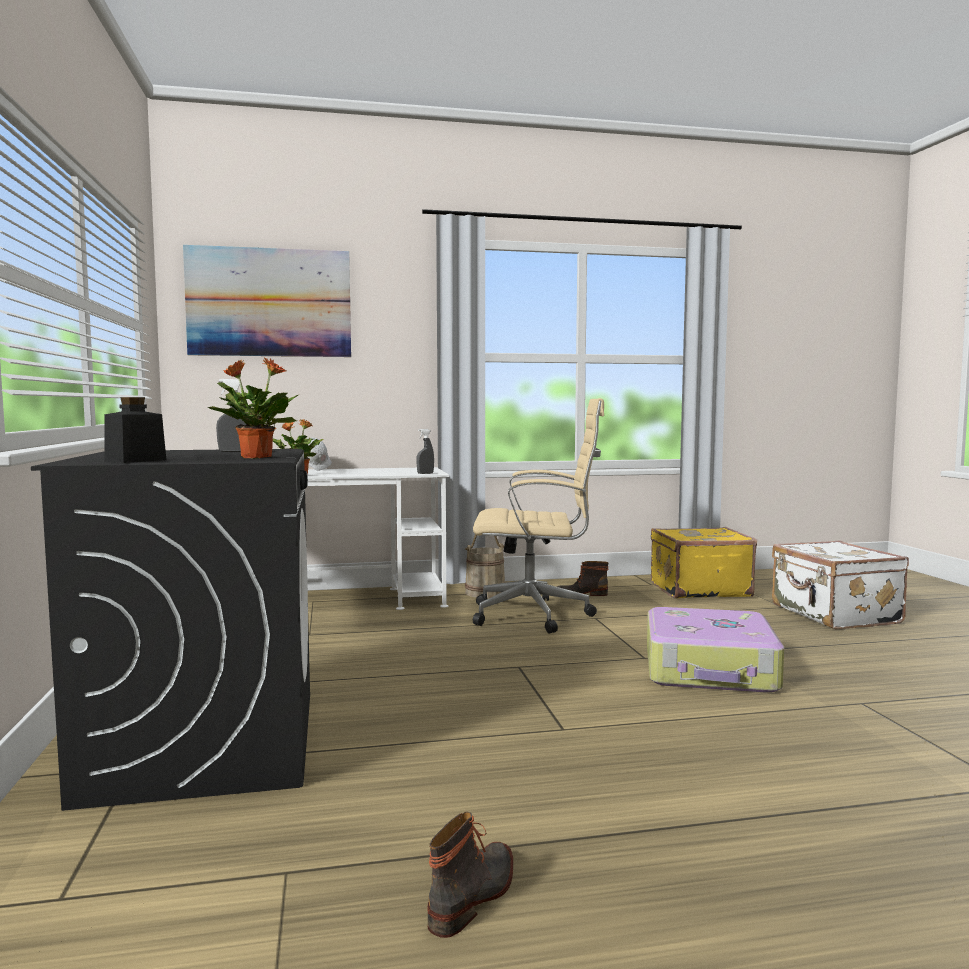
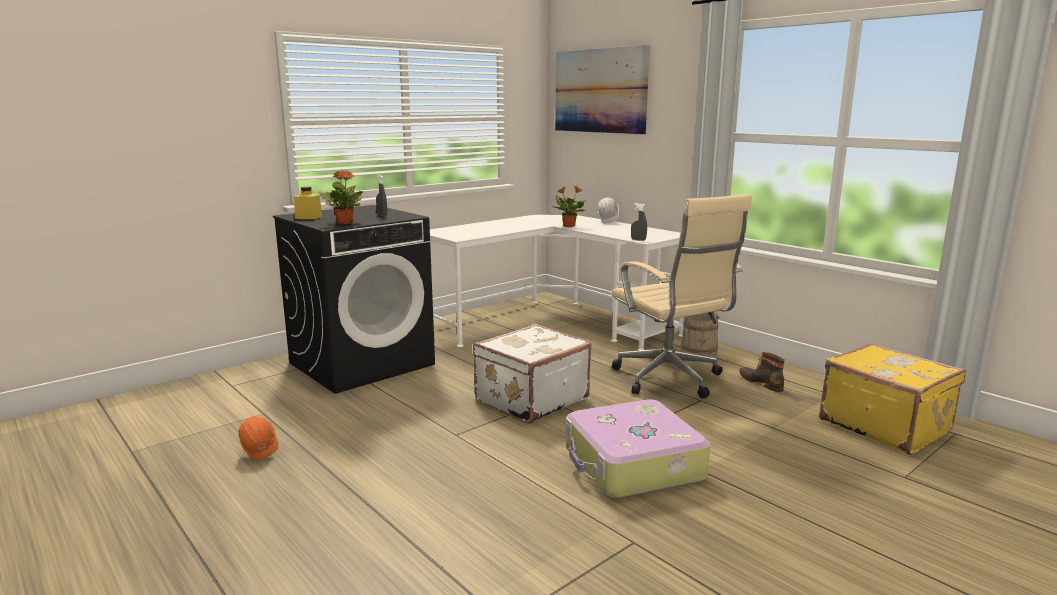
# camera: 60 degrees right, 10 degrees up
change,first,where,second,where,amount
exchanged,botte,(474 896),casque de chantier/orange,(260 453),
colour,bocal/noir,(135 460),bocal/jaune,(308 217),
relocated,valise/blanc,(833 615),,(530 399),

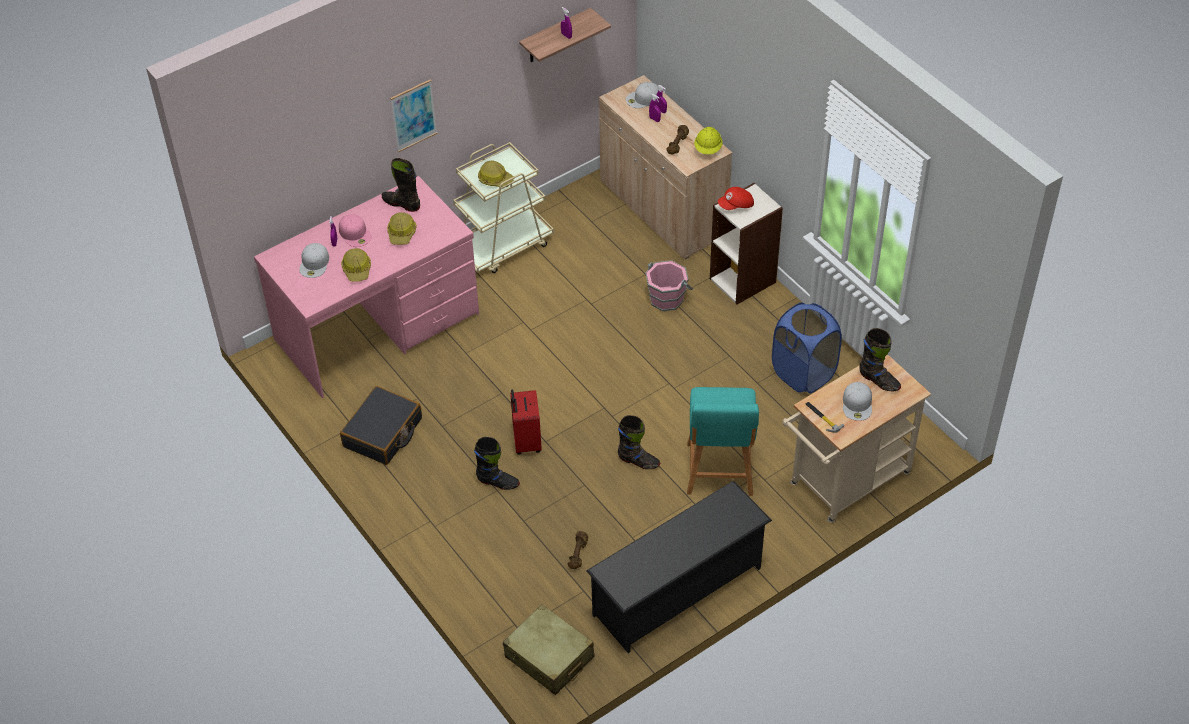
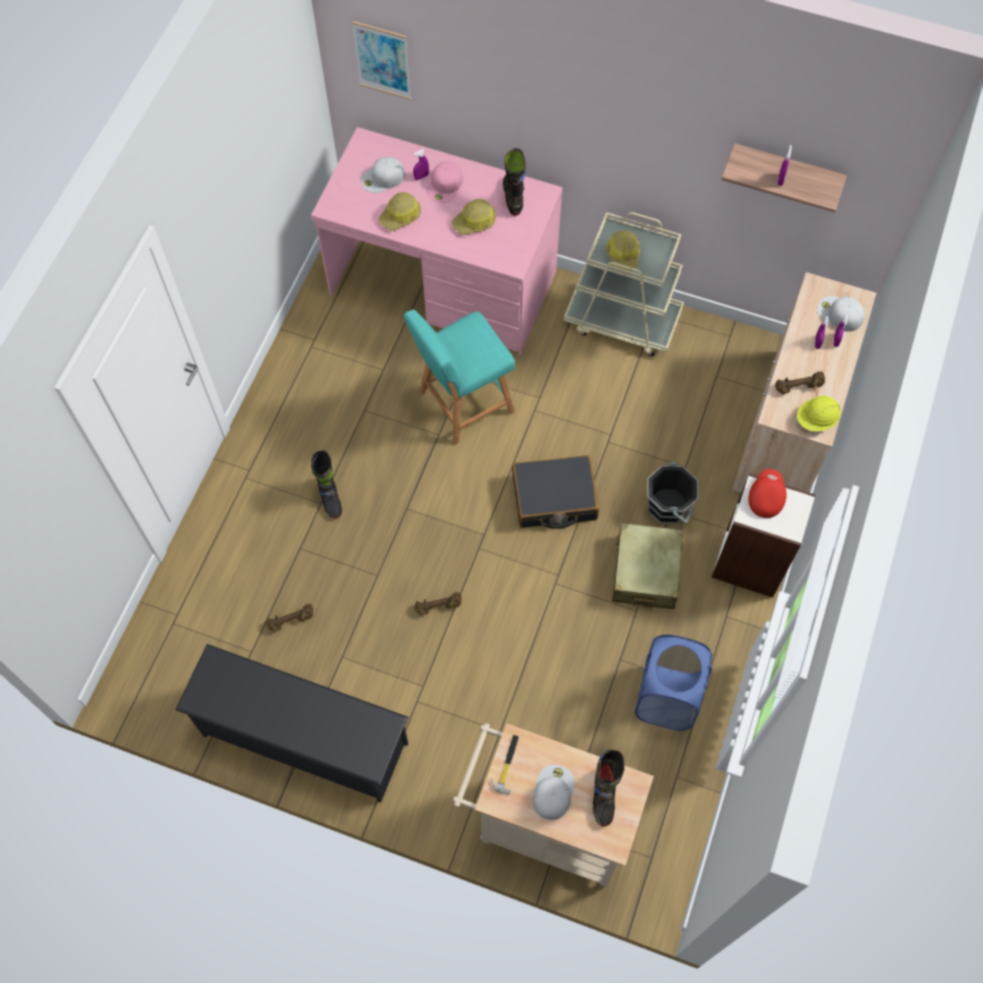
# camera: 55 degrees right, 15 degrees up
change,first,where,second,where,amount
relocated,tableau,(413 115),,(382 60),
relocated,tabouret/turquoise,(719 472),,(462 404),
exchanged,botte/noir,(638 461),haltère/marron,(438 606),
relocated,valise/noir,(383 433),,(554 498),
spun,casquette/blanc,(857 404),,(552 791),135 degrees clockwise
relocated,valise/beige,(549 657),,(645 572),
colour,seau/rose,(666 298),seau/noir,(668 505),
spun,casquette/rouge,(736 205),,(765 497),75 degrees clockwise
missing,valise/rouge,(526 442),,,

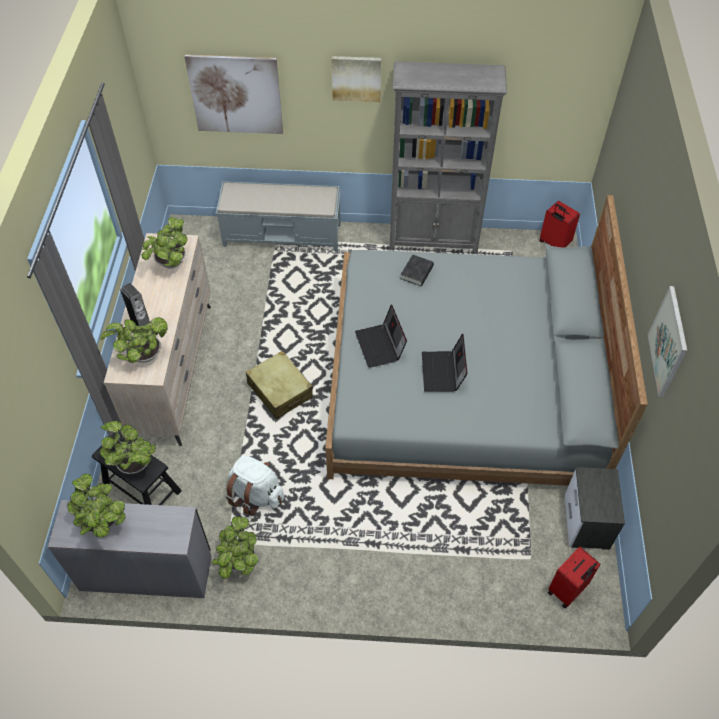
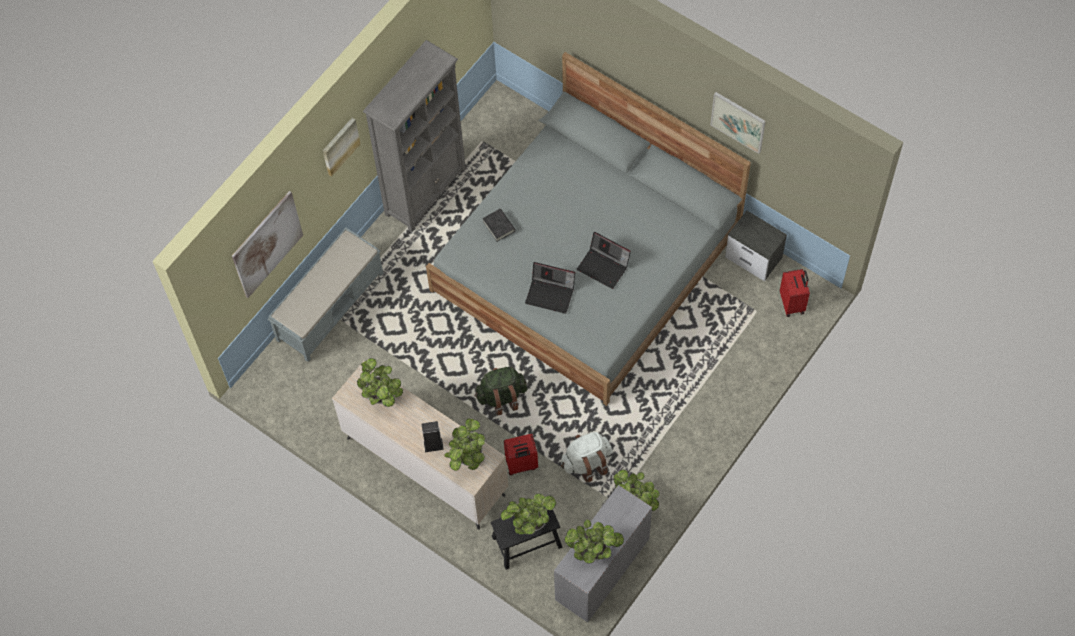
# camera: 55 degrees left, 10 degrees up
change,first,where,second,where,amount
exchanged,valise/beige,(280 390),sac à dos/vert,(501 396),
relocated,valise/rouge,(554 243),,(521 465),

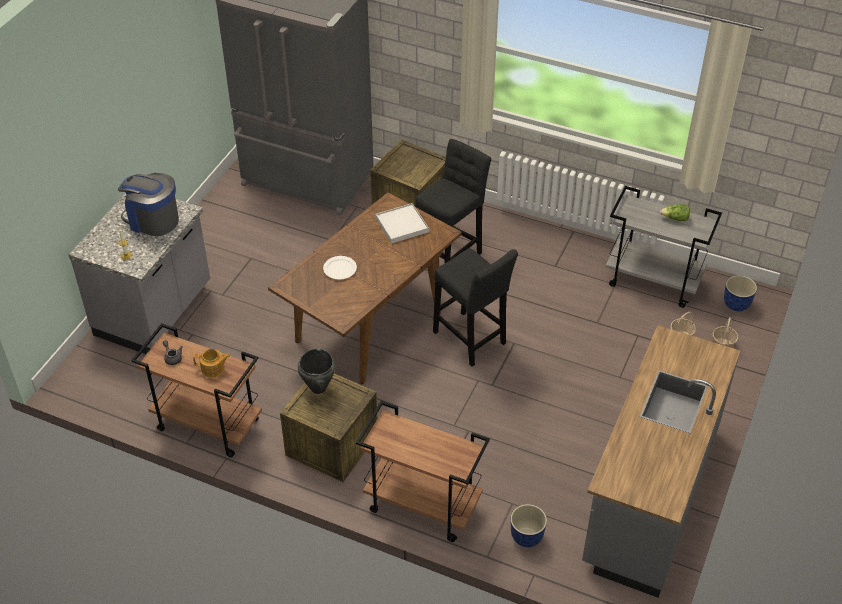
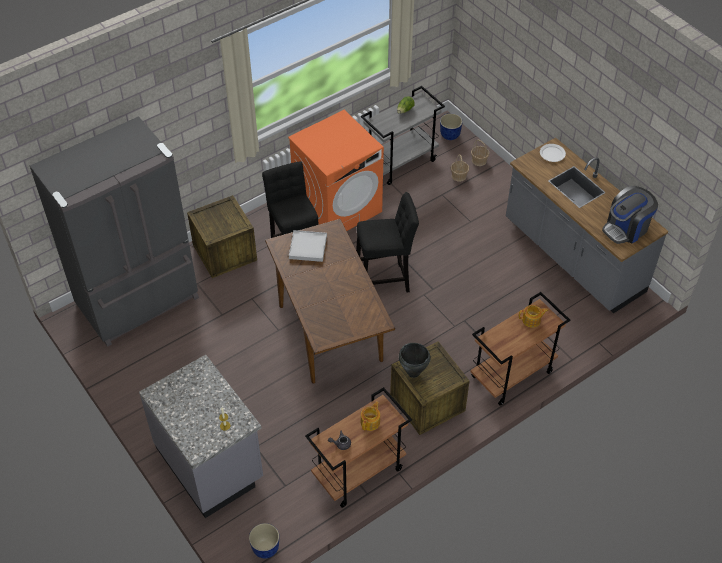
# camera: 60 degrees left, 5 degrees up
change,first,where,second,where,amount
relocated,cache-pot,(526 536),,(265 548),
appeared,,,lave-linge/orange,(338 207),
appeared,,,théière,(531 320),
relocated,assiette/blanc,(340 269),,(552 154),
relocated,machine à café,(152 220),,(626 228),

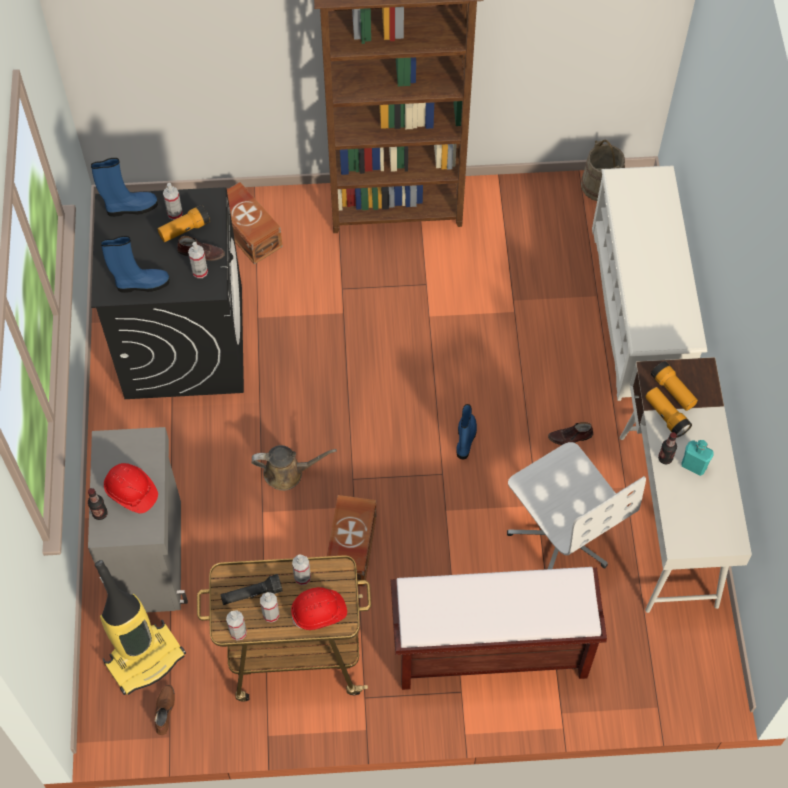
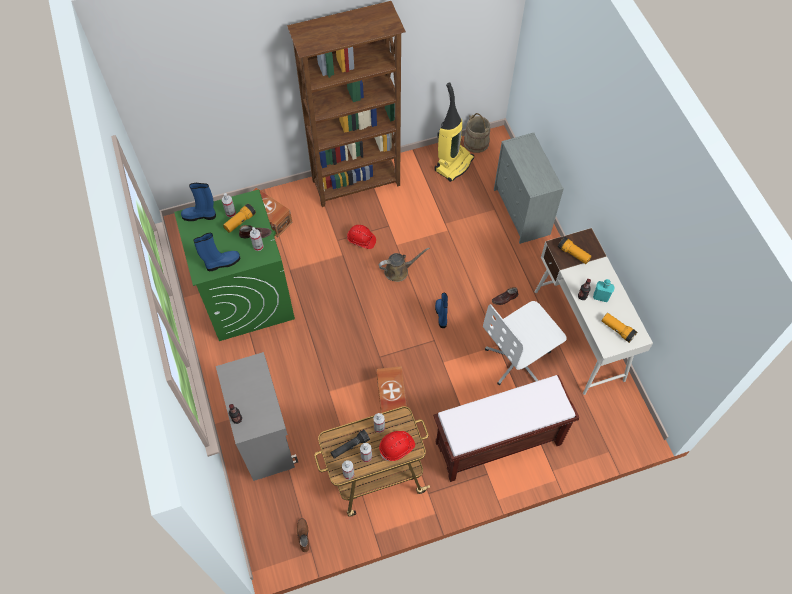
# camera: 15 degrees left, 0 degrees up
change,first,where,second,where,amount
colour,lave-linge/noir,(183 341),lave-linge/vert,(246 295),
spun,botte/bleu,(130 208),,(200 216),150 degrees counterclockwise
relocated,casque de chantier/rouge,(131 492),,(361 240),
relocated,arrosoir/marron,(287 473),,(399 271),
relocated,aspirateur,(145 658),,(453 164),
spun,chaise de bureau/blanc,(561 535),,(518 360),105 degrees clockwise
exchanged,étagère à chaussures/blanc,(639 310),commode/gris,(522 212),
relocated,lampe de poche,(666 416),,(617 330),

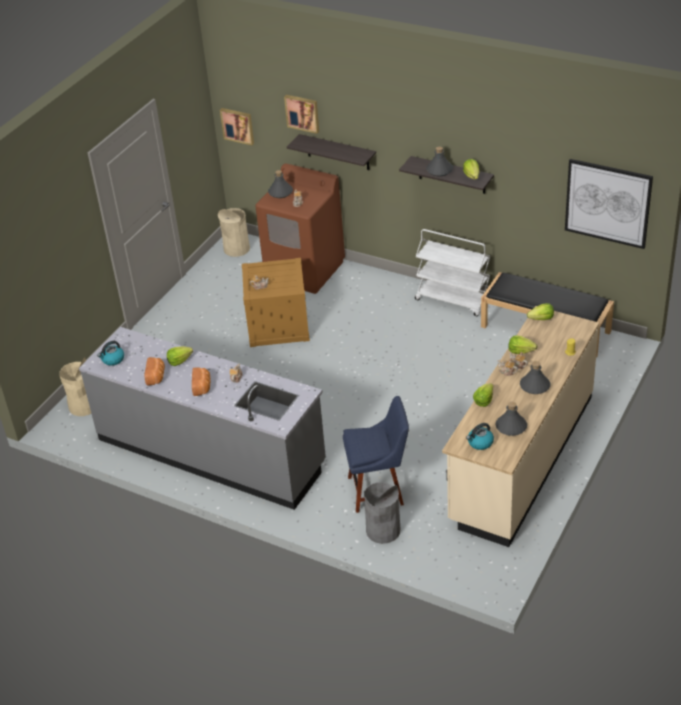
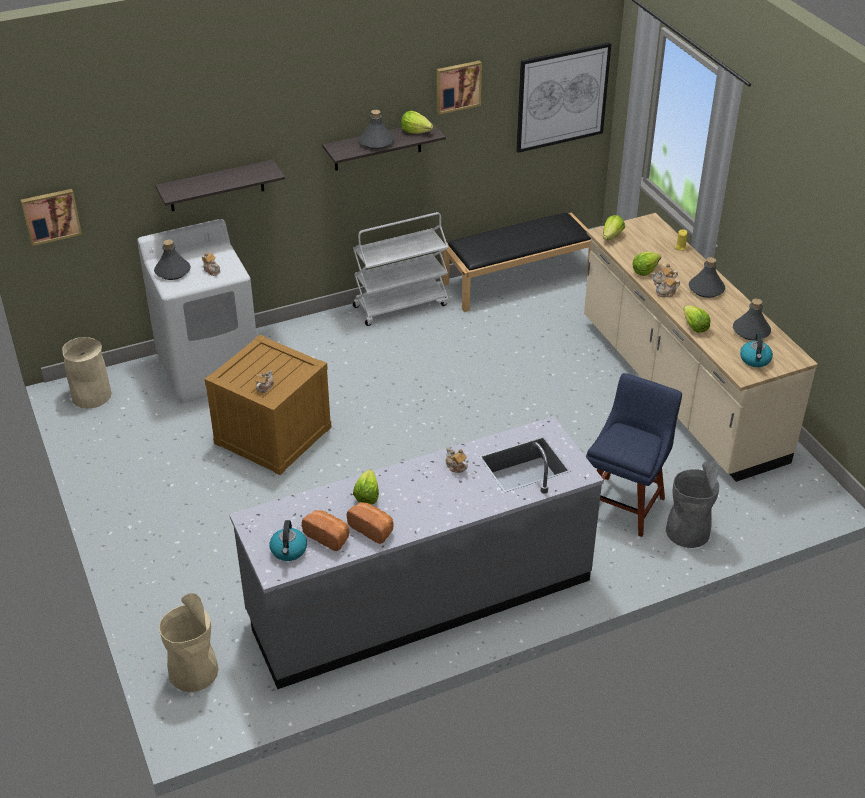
# camera: 55 degrees left, 0 degrees up
change,first,where,second,where,amount
colour,lave-linge/marron,(305 270),lave-linge/blanc,(209 369),
relocated,pain,(202 387),,(328 536),
relocated,tableau,(302 113),,(457 86),

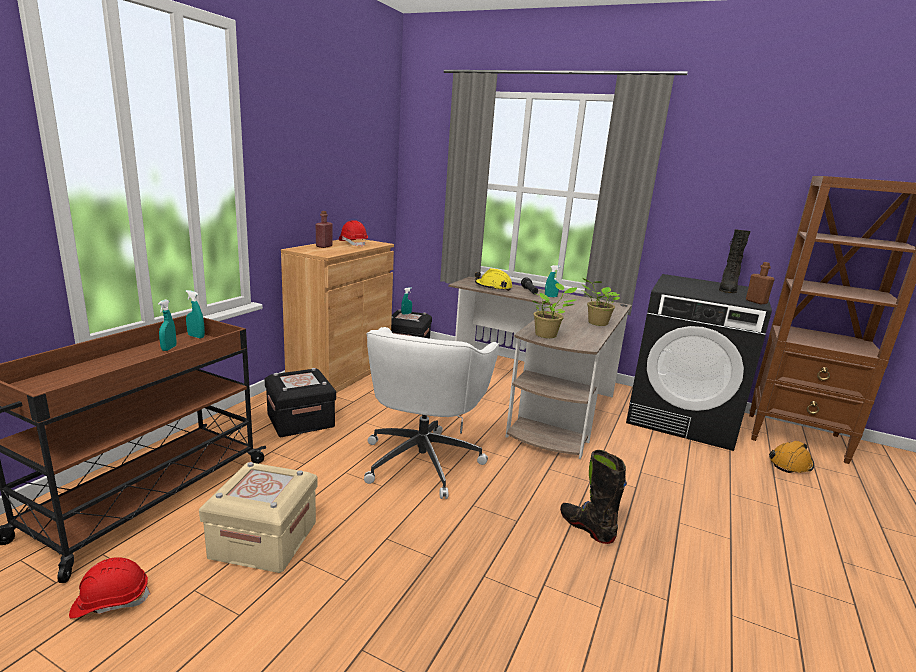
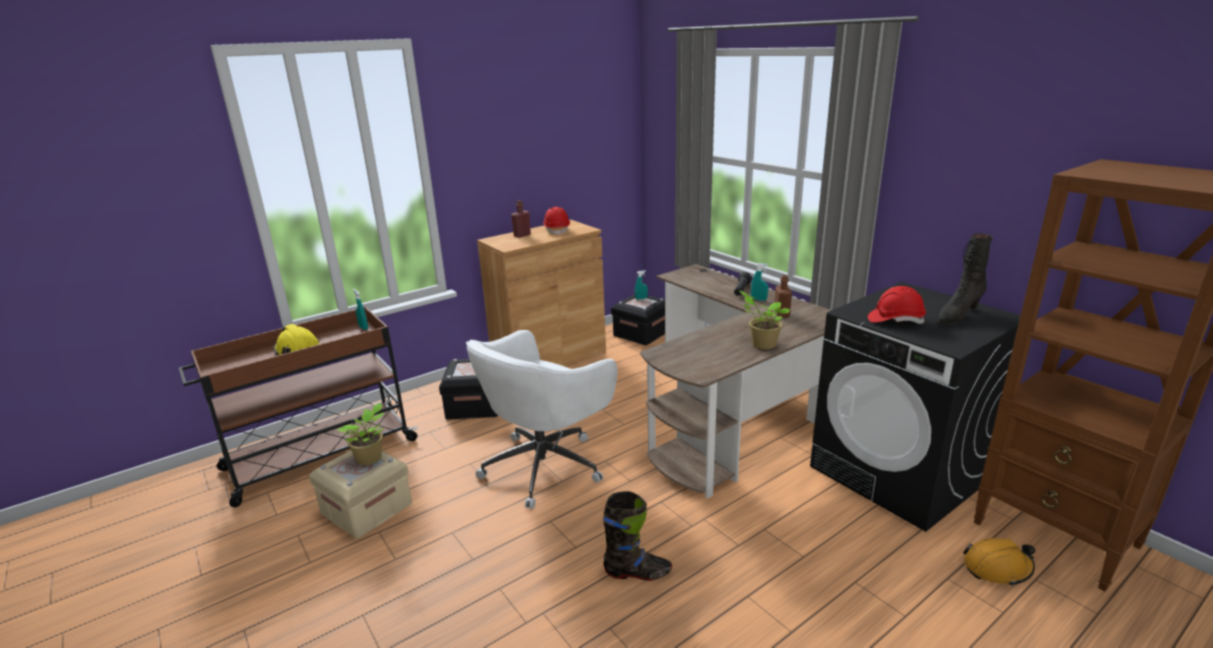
# camera: 30 degrees right, 5 degrees up
change,first,where,second,where,amount
relocated,casque de chantier/jaune,(493 287),,(297 350),
relocated,plante en pot,(547 335),,(371 458),
spun,botte/noir,(586 527),,(637 573),105 degrees clockwise
relocated,bouteille/marron,(756 302),,(781 314),
relocated,casque de chantier/rouge,(111 601),,(895 320),
missing,vaporisateur/turquoise,(169 348),,,

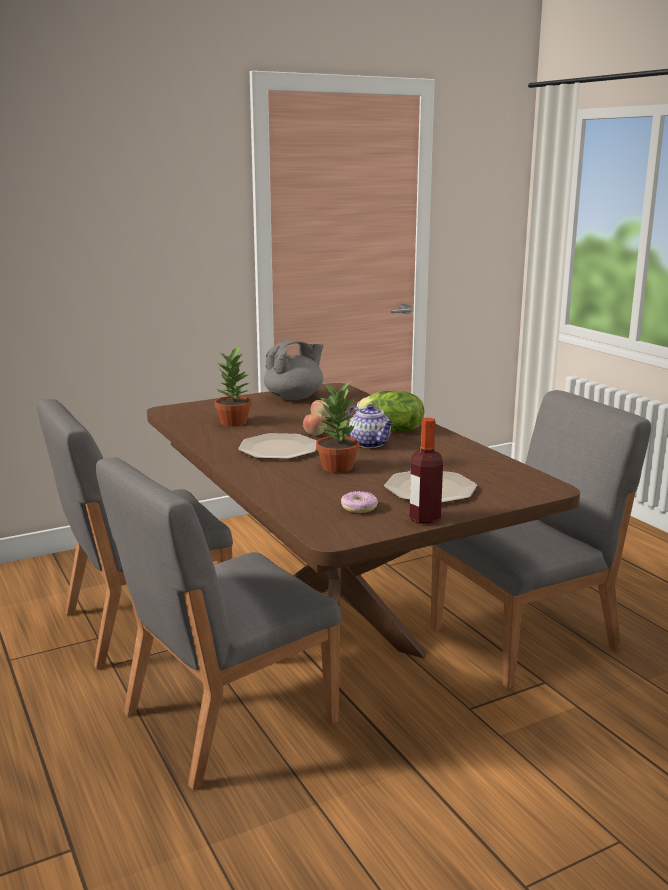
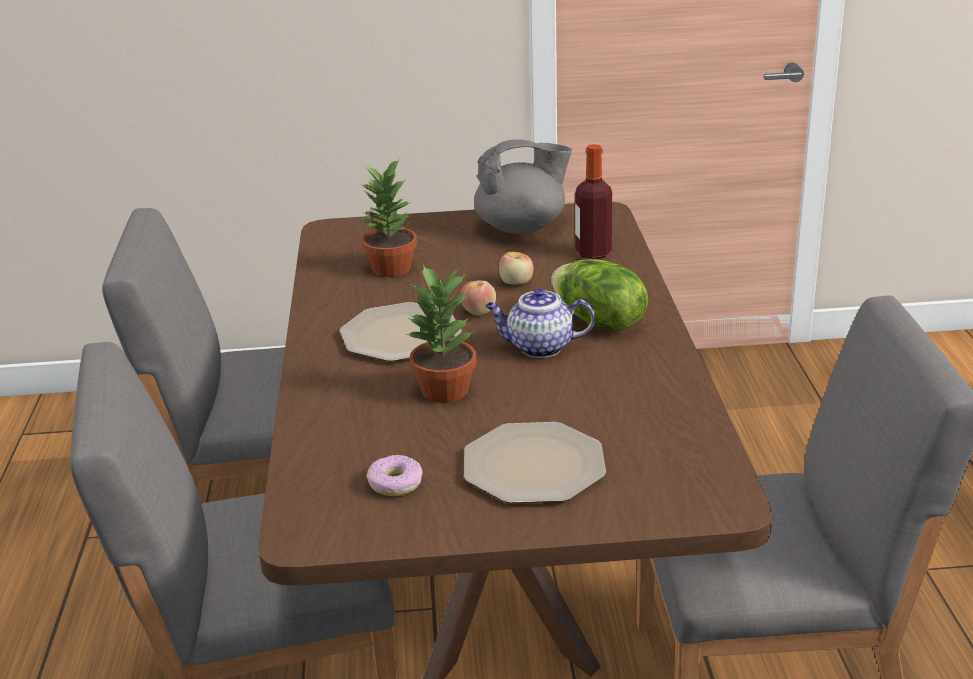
# camera: 25 degrees right, 10 degrees up
change,first,where,second,where,amount
spun,théière,(370 444),,(539 347),105 degrees clockwise
relocated,bouteille,(424 518),,(593 253),

